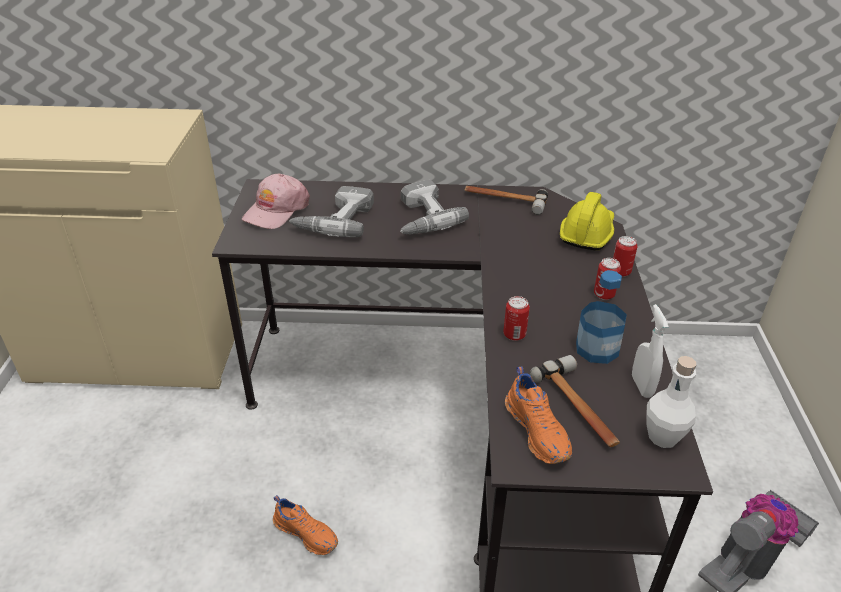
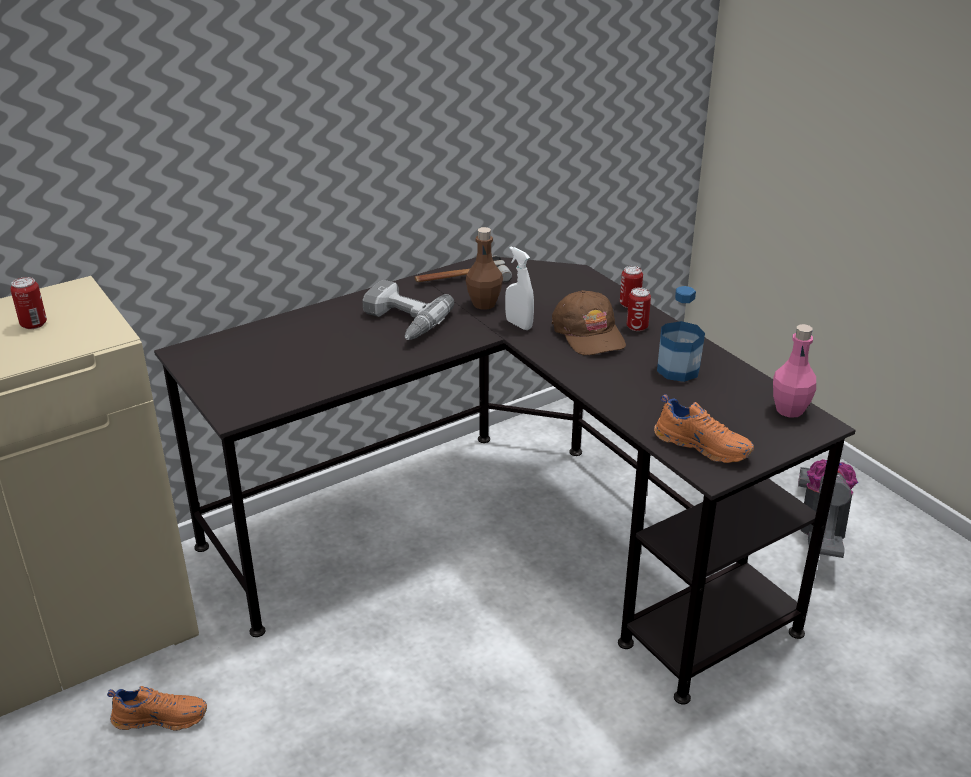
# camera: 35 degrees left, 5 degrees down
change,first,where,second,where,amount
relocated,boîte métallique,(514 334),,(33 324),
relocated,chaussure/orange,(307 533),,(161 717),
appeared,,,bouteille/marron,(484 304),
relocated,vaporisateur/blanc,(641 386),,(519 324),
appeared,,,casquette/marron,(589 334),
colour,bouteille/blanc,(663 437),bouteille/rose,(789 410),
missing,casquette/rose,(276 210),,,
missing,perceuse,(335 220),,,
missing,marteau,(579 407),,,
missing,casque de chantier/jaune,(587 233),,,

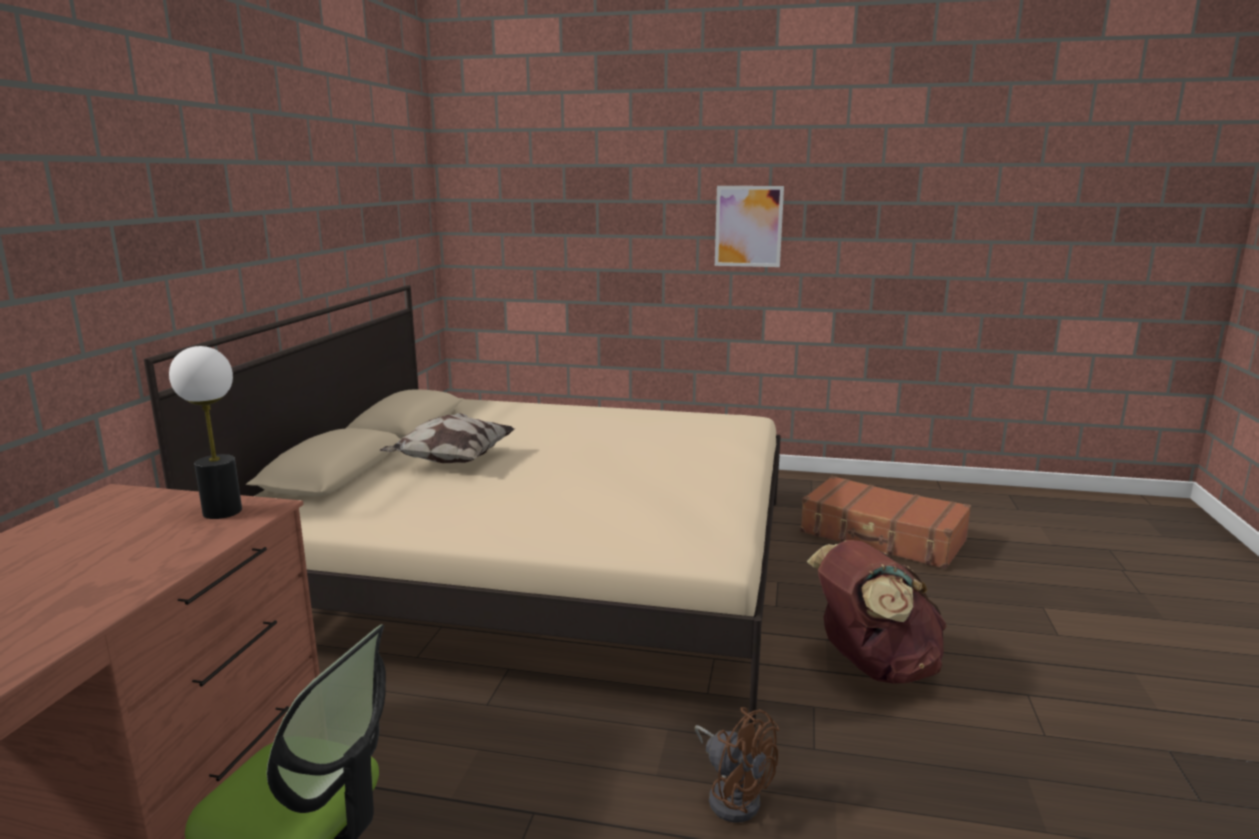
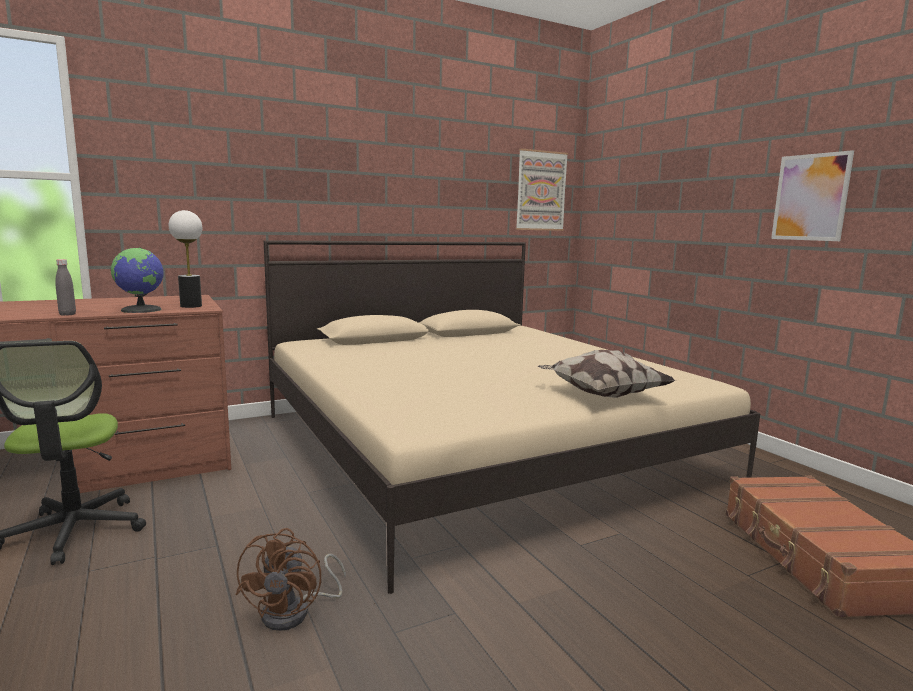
# camera: 50 degrees right, 5 degrees down
change,first,where,second,where,amount
appeared,,,bouteille/gris,(67 314),
appeared,,,globe,(142 310),
appeared,,,tableau,(541 191),
relocated,coussin,(450 461),,(601 395),
missing,sac à dos/marron,(873 667),,,

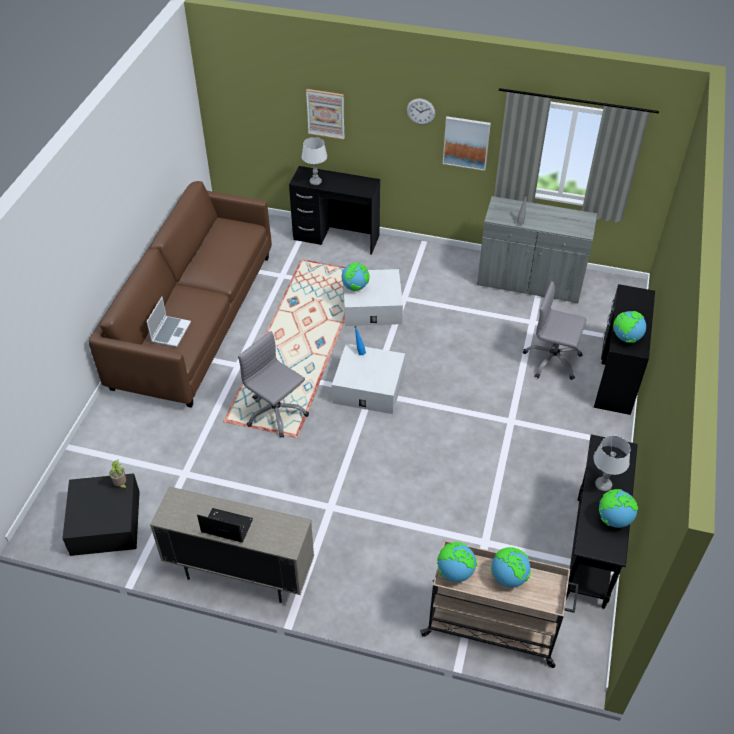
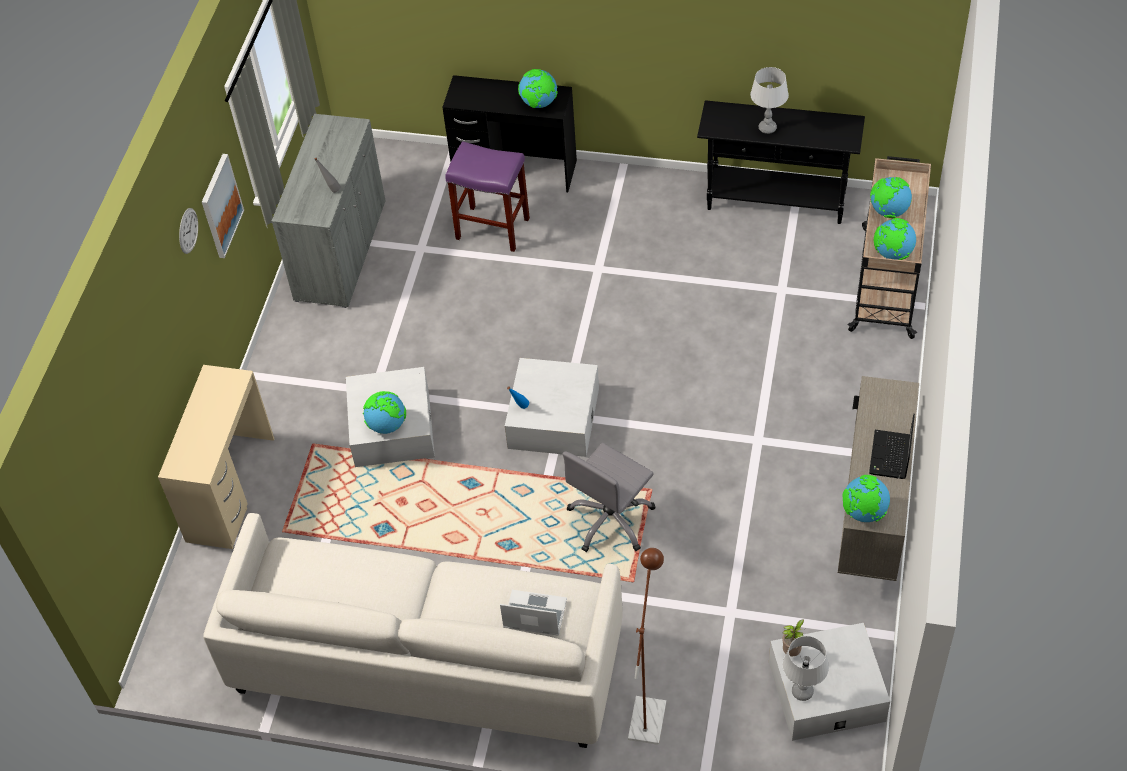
# camera: 90 degrees left, 5 degrees up
change,first,where,second,where,amount
colour,bureau/noir,(336 237),bureau/beige,(230 489),
colour,canapé/marron,(194 319),canapé/blanc,(426 660),
exchanged,chaise de bureau/gris,(552 360),tabouret/violet,(491 229),
appeared,,,lampadaire/marron,(648 711),
colour,boîte de rangement/noir,(105 522),boîte de rangement/blanc,(826 691),
relocated,lampe de table/gris,(315 182),,(802 692),
relocated,globe,(613 519),,(864 512),
missing,tableau,(325 113),,,

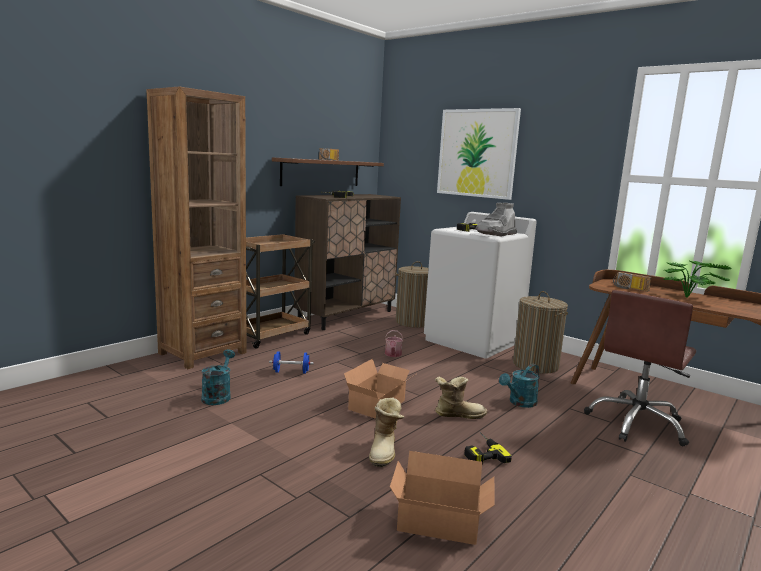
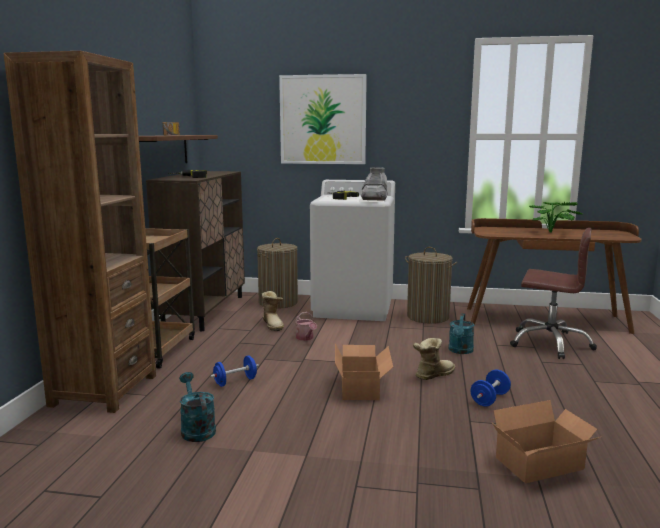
# camera: 30 degrees left, 0 degrees up
change,first,where,second,where,amount
relocated,botte,(385 451),,(273 324),
exchanged,perceuse,(480 452),haltère/bleu,(490 399),
spun,chaise de bureau/marron,(637 424),,(550 343),75 degrees counterclockwise
missing,radio,(629 288),,,

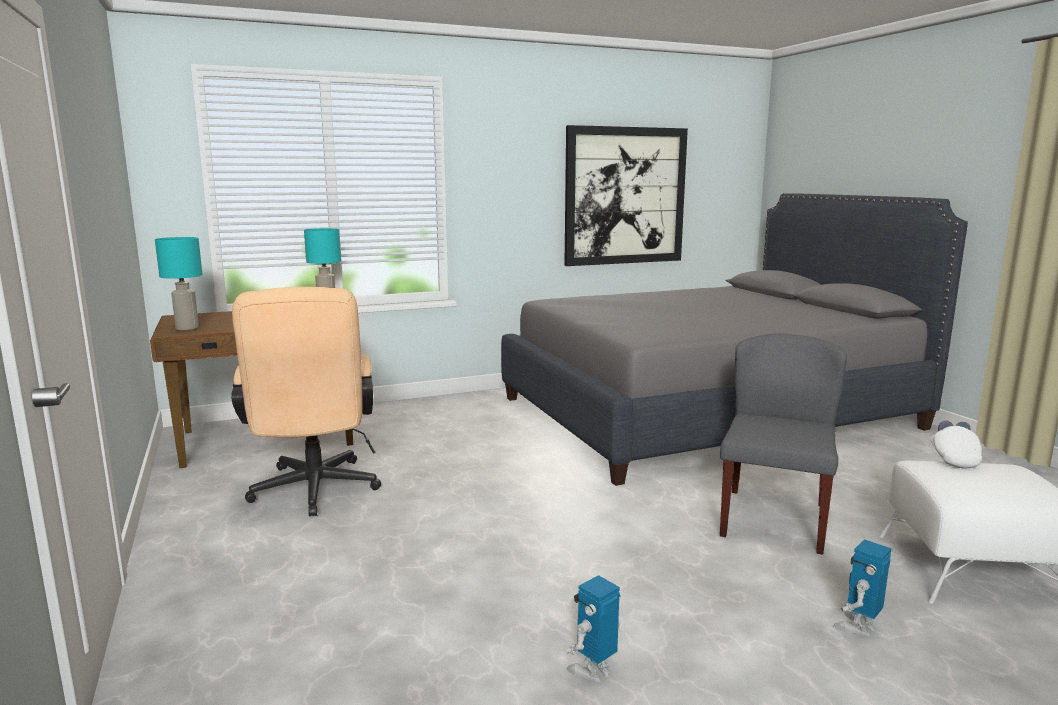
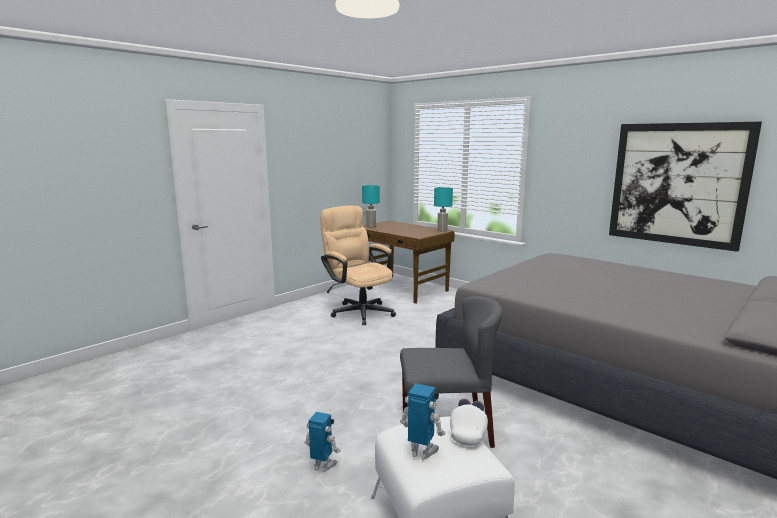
# camera: 65 degrees right, 0 degrees up
change,first,where,second,where,amount
spun,chaise de bureau/beige,(314 493),,(359 311),90 degrees clockwise
relocated,robot jouet,(593 671),,(422 452),
spun,casquette/blanc,(953 458),,(468 432),60 degrees counterclockwise

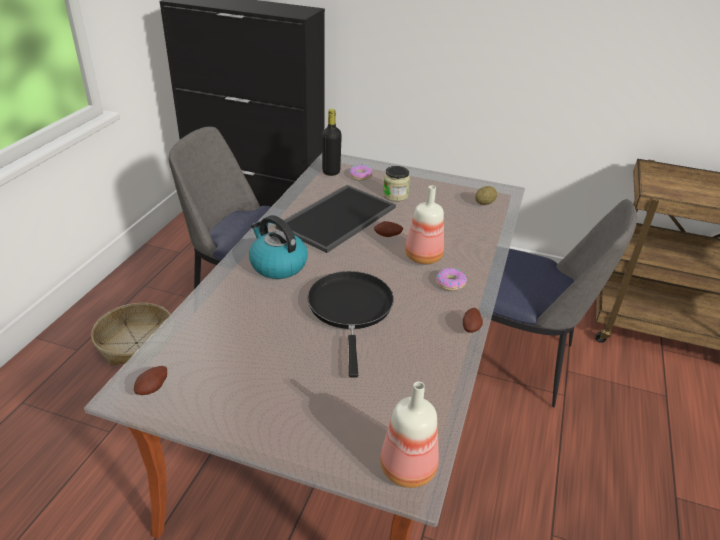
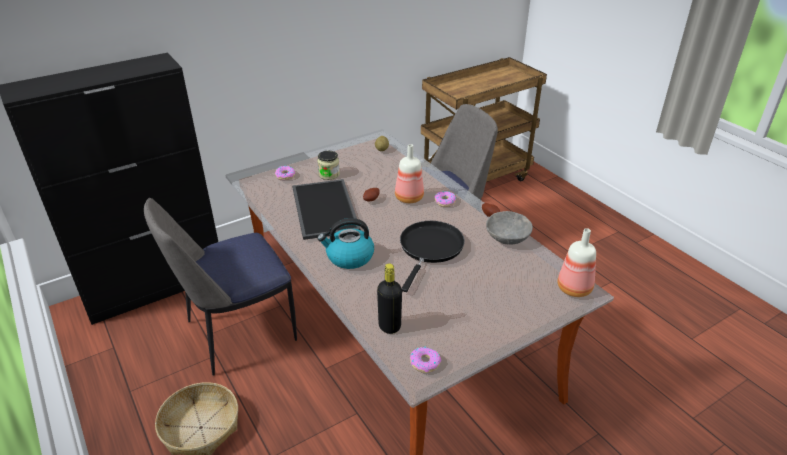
# camera: 50 degrees left, 0 degrees up
change,first,where,second,where,amount
relocated,bouteille/noir,(331 172),,(389 326),
spun,poêle/noir,(350 309),,(430 249),75 degrees clockwise
exchanged,pomme de terre,(153 389),beignet,(425 363),
appeared,,,bol/gris,(507 237),

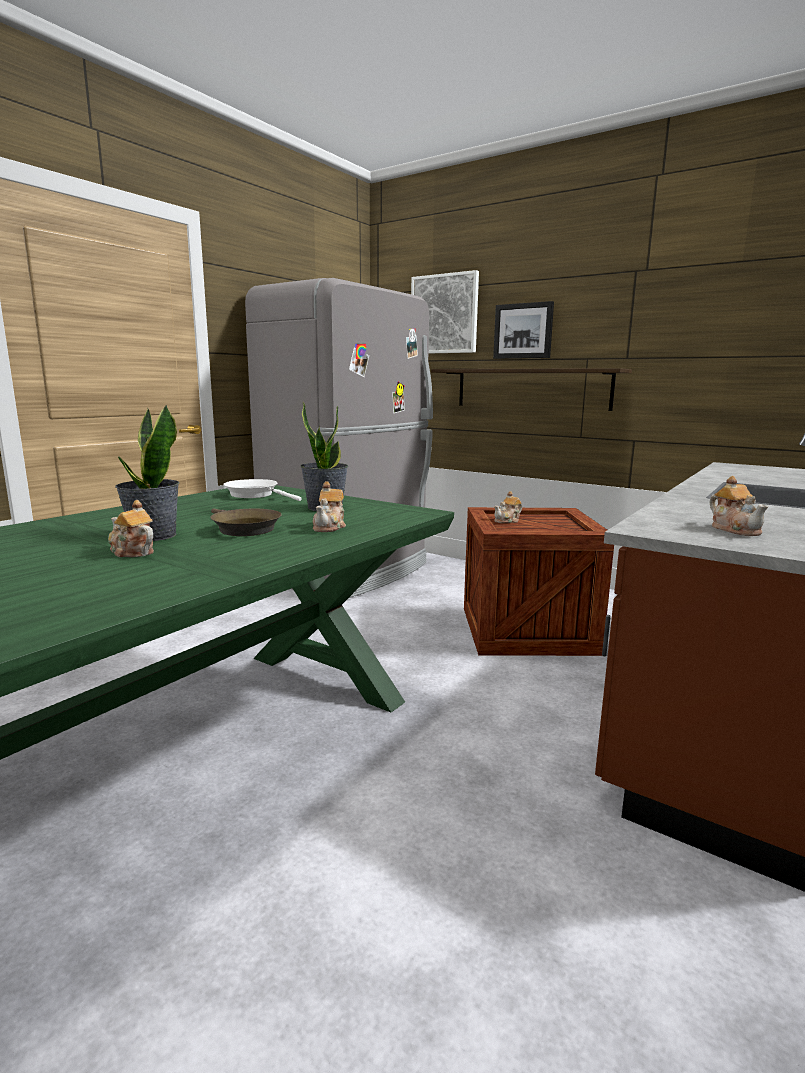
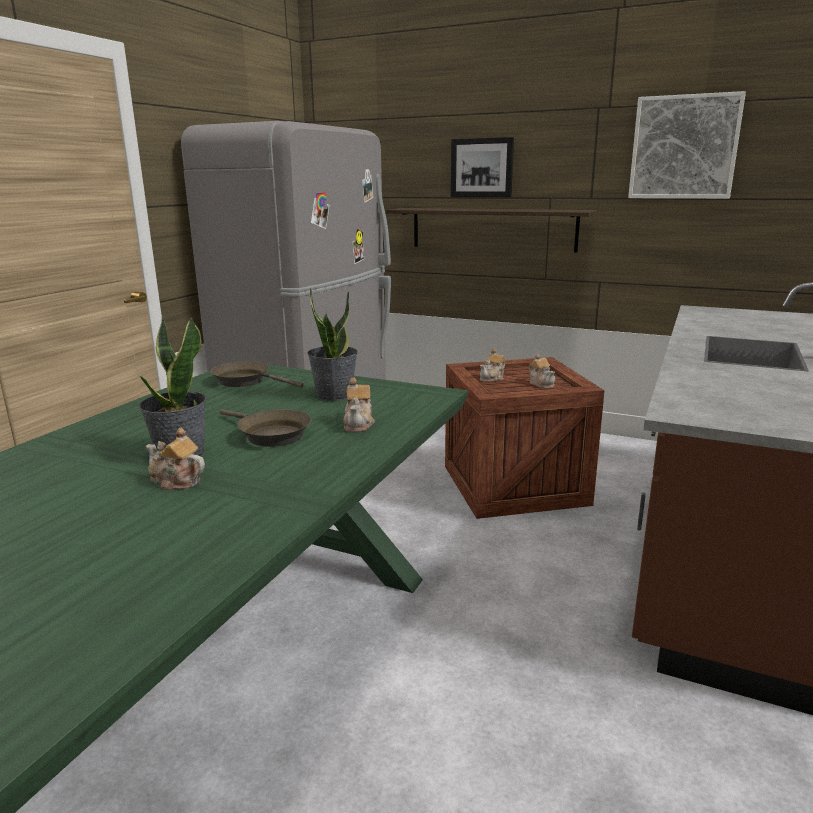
# camera: 10 degrees left, 5 degrees up
change,first,where,second,where,amount
colour,poêle/blanc,(255 495),poêle/marron,(246 381),
relocated,théière,(735 529),,(541 384),
relocated,tableau,(444 314),,(684 147),

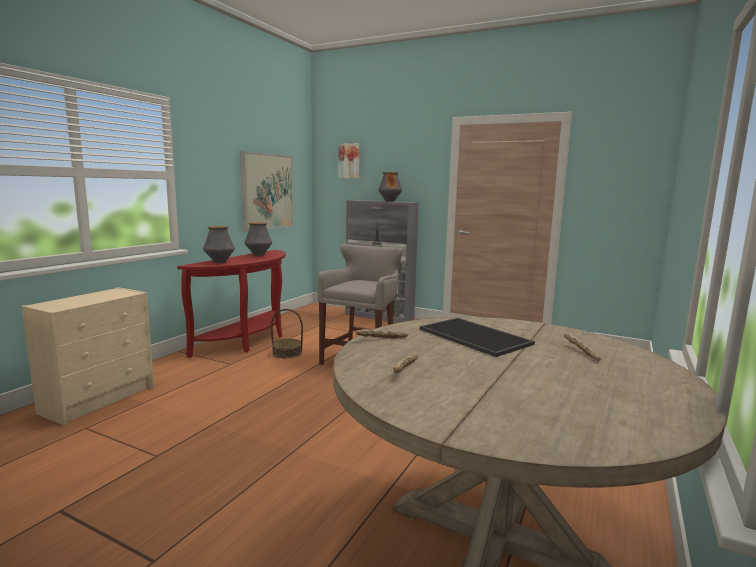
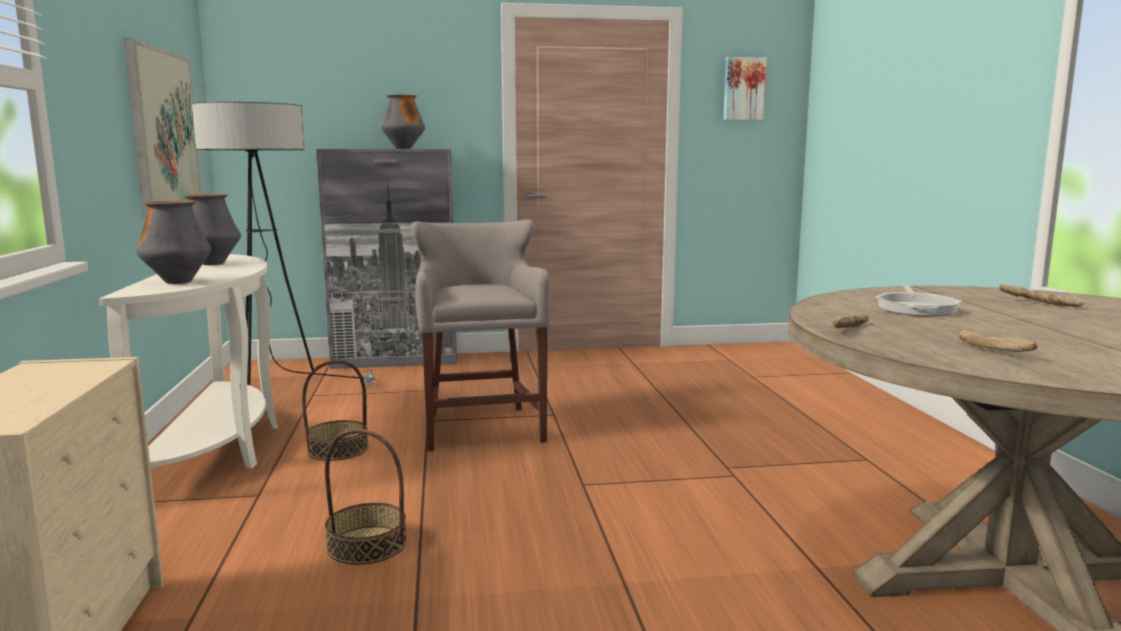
# camera: 35 degrees left, 0 degrees up
change,first,where,second,where,amount
colour,table console/rouge,(249 341),table console/blanc,(221 449),
appeared,,,lampadaire,(275 385),
appeared,,,panier,(366 545),
relocated,tableau,(349 161),,(743 89),
exchanged,plateau,(476 336),poêle,(916 308),

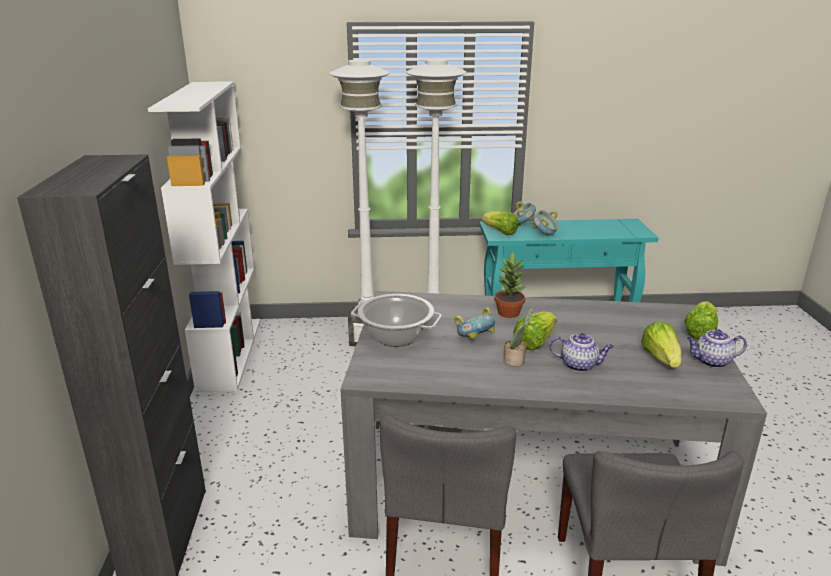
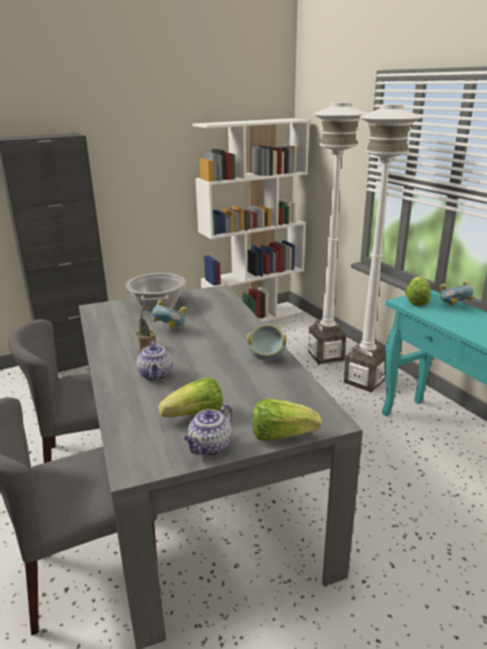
# camera: 65 degrees right, 0 degrees up
change,first,where,second,where,amount
spun,théière,(711 361),,(210 447),120 degrees counterclockwise
relocated,bol,(544 235),,(266 358),
missing,plante en pot,(509 313),,,
missing,laitue,(534 342),,,

